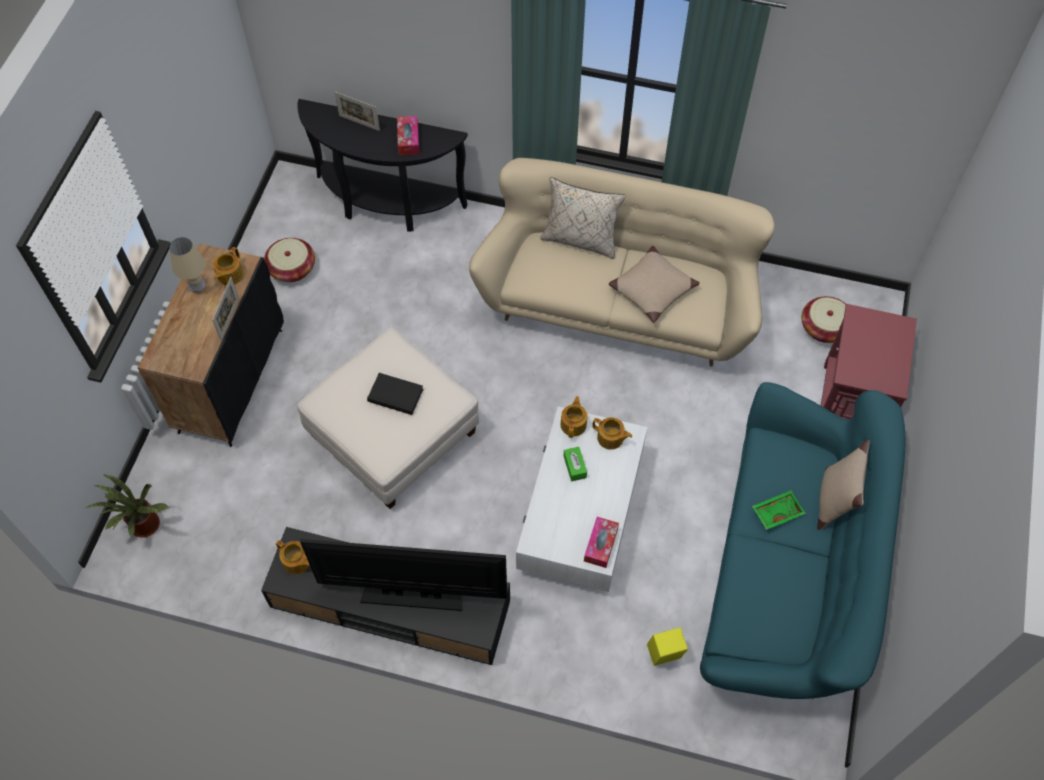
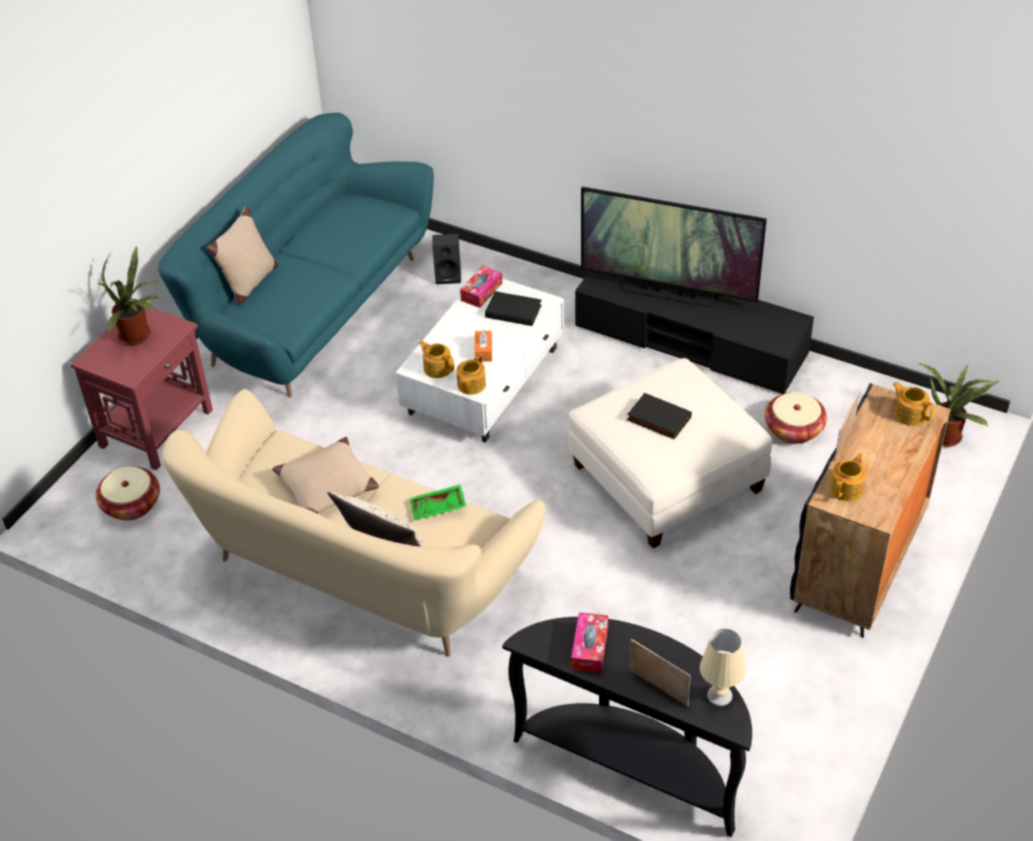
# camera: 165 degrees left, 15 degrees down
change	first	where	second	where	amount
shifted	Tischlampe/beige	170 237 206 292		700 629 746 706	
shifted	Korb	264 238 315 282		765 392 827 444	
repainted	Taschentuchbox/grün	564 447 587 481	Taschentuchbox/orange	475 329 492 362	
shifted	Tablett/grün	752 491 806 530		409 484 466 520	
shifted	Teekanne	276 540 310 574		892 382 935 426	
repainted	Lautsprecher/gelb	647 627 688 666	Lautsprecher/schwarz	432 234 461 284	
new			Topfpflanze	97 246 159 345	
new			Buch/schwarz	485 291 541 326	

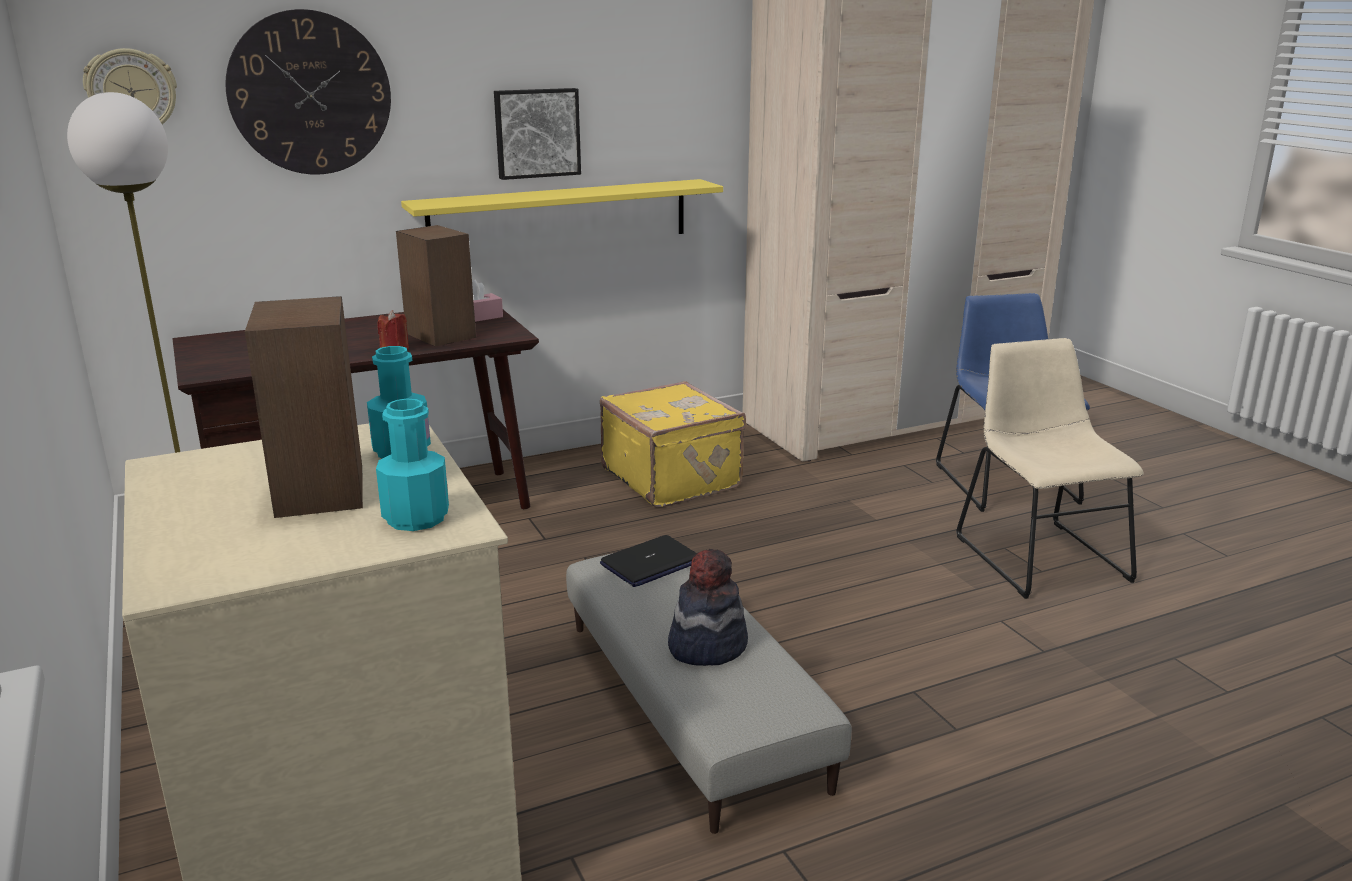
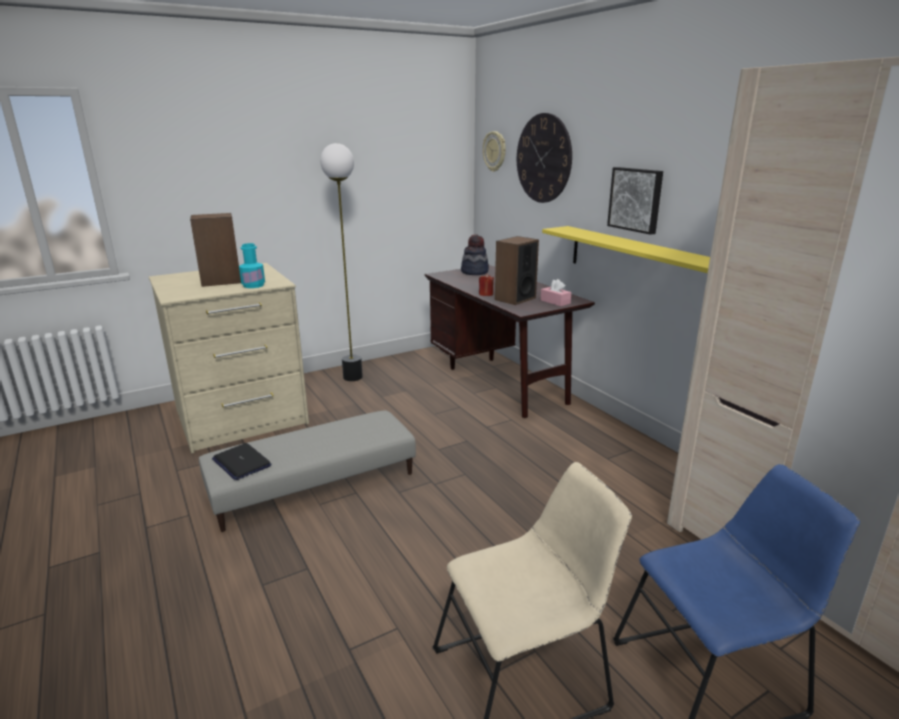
# camera: 85 degrees right, 0 degrees up
change	first	where	second	where	amount
gone	Koffer/gelb	600 381 746 507			
gone	Flasche/türkis	376 399 449 531			
shifted	Laptop	600 535 697 587		212 443 271 480	
shifted	Hut	668 549 748 666		461 234 489 275	

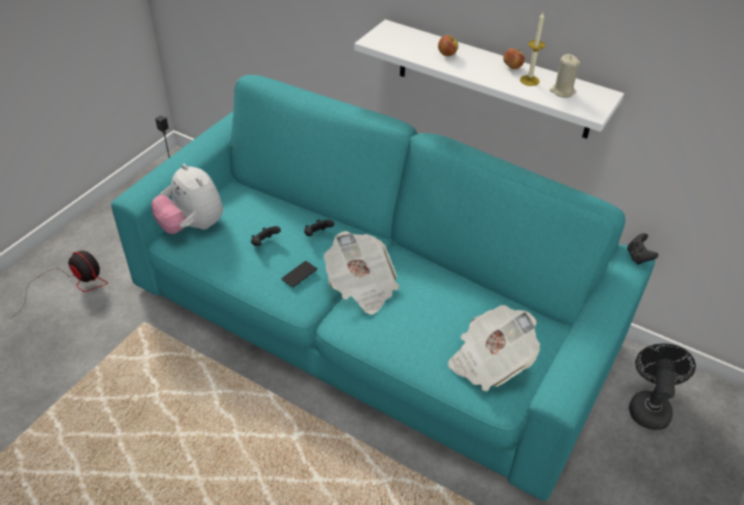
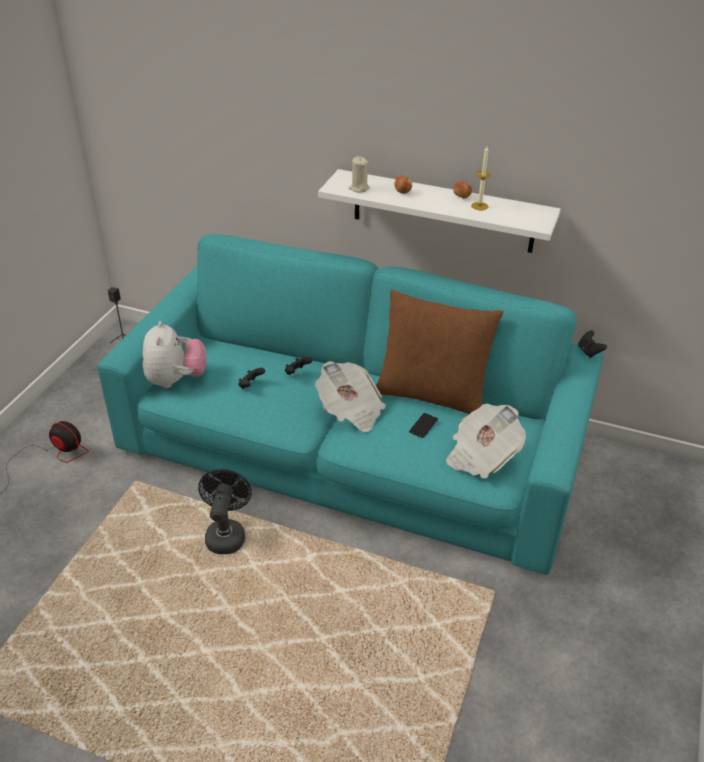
# camera: 10 degrees left, 5 degrees down
change	first	where	second	where	amount
shifted	Kerze/beige	549 54 580 98		348 156 370 193	
rotated	Plüschtier	152 164 223 234		143 321 206 388	135 degrees counterclockwise
shifted	Handy	282 261 317 287		409 413 438 438	
shifted	Ventilator/schwarz	629 344 696 430		198 469 252 554	
new			Kissen/braun	376 290 503 414	

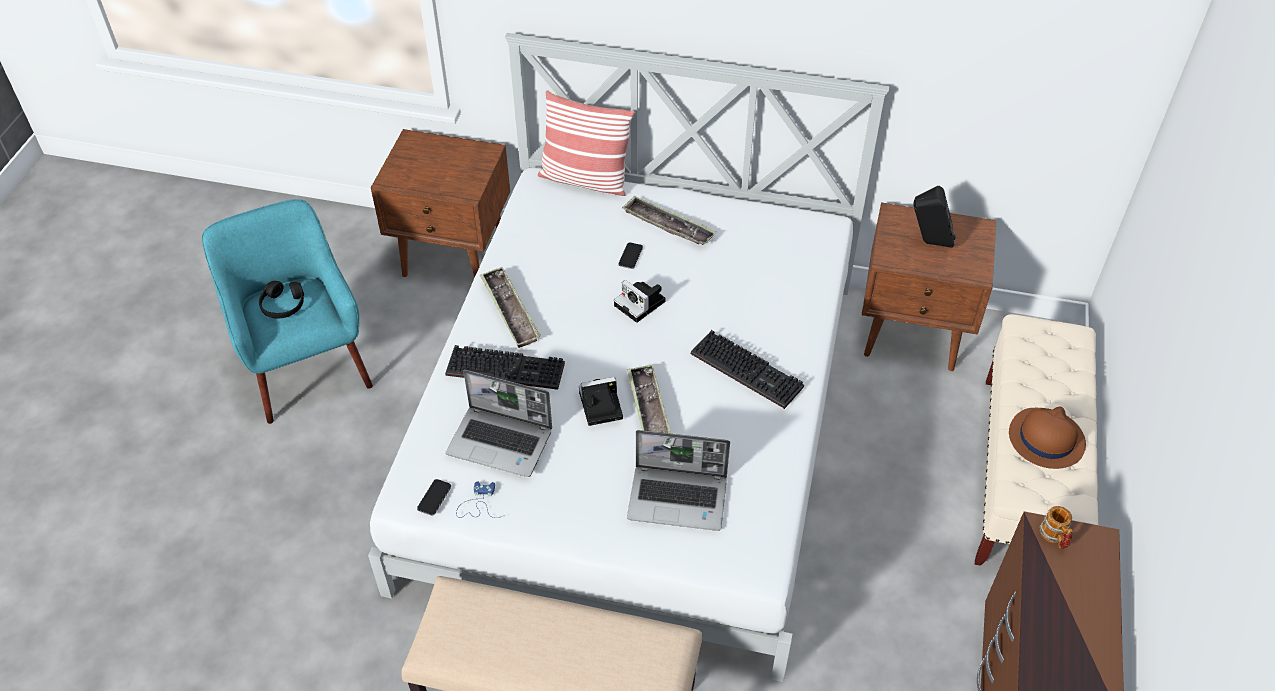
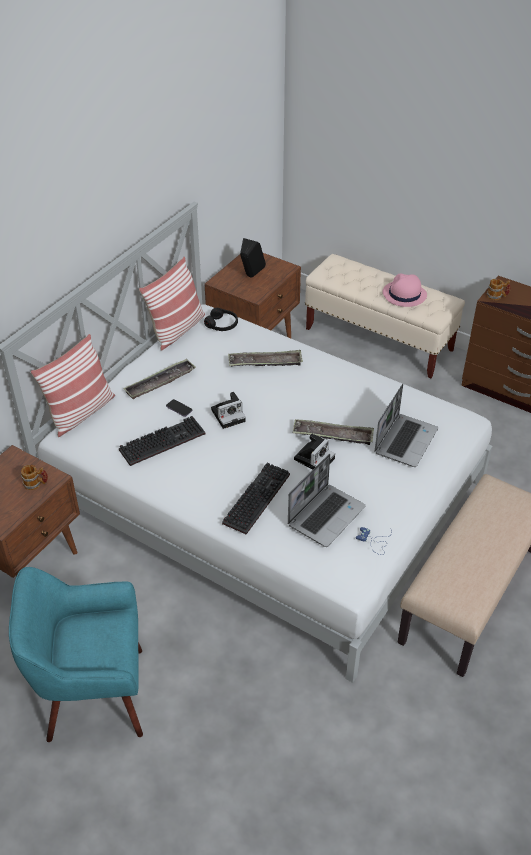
# camera: 70 degrees left, 5 degrees down
change	first	where	second	where	amount
shifted	Tablett	480 267 541 348		228 350 303 366	
shifted	Kopfhörer/schwarz	259 281 304 318		204 308 238 331	
shifted	Tastatur	691 330 804 409		119 416 205 466	
rotated	Kamera	579 377 623 426		294 434 335 469	150 degrees counterclockwise
repainted	Hut/braun	1009 406 1086 469	Hut/rosa	382 274 427 307	
gone	Handy	417 479 451 516			
new			Kissen	139 257 205 351	
new			Henkelbecher	21 465 48 490	

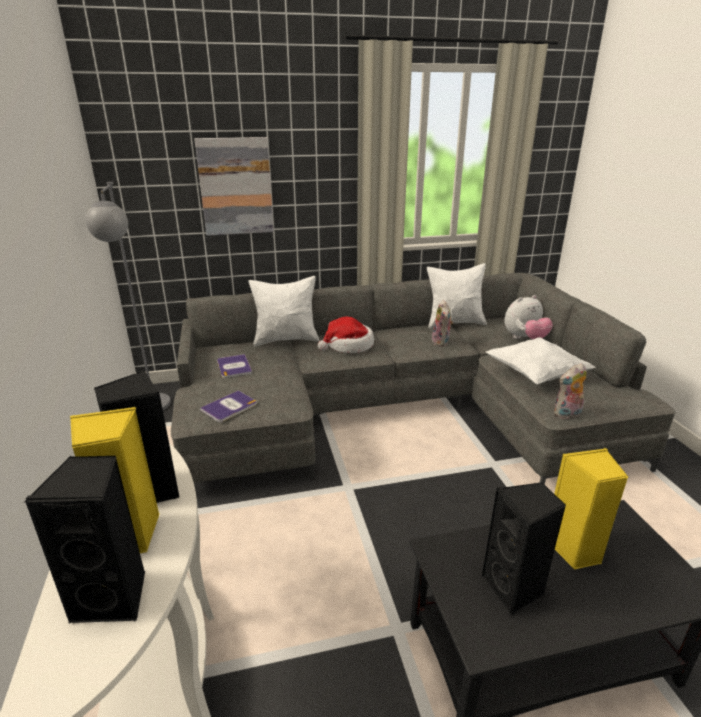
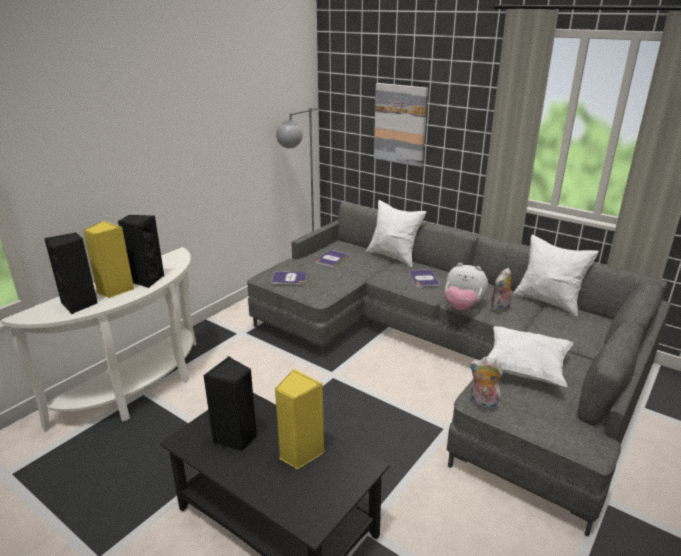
# camera: 50 degrees right, 0 degrees up
change	first	where	second	where	amount
shifted	Plüschtier	504 295 553 340		445 263 488 310	
swapped	Hut	317 317 374 353	Buch	409 269 440 287	

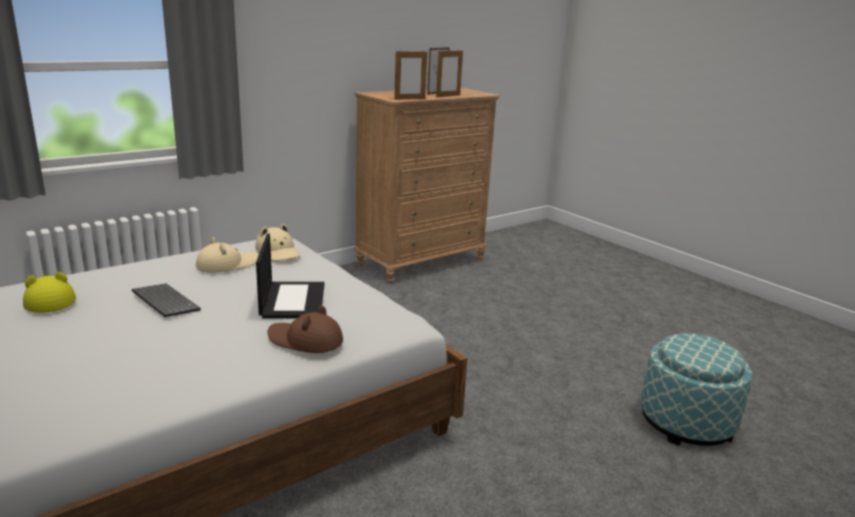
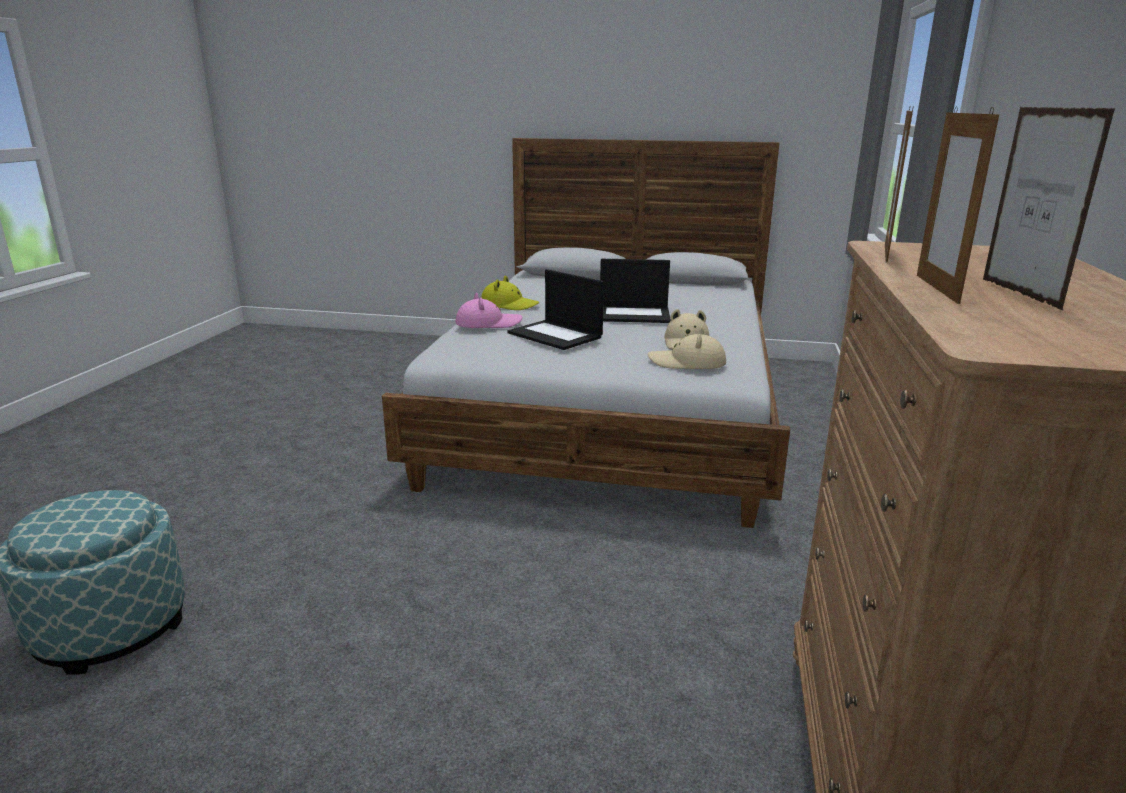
# camera: 140 degrees right, 0 degrees up
change	first	where	second	where	amount
shifted	Hut/gelb	23 272 76 313		481 276 539 310	
swapped	Tastatur	132 284 201 317	Laptop	600 259 671 323	
repainted	Hut/braun	267 305 343 353	Hut/rosa	455 293 523 328	

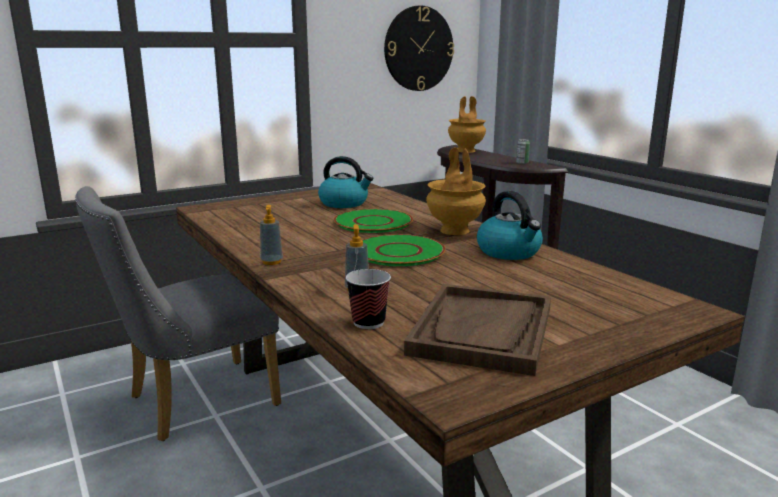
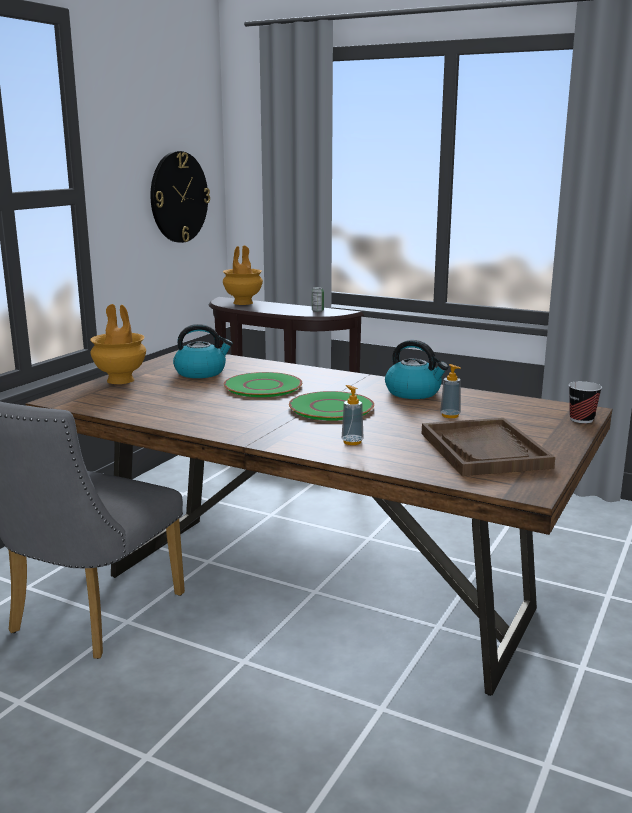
# camera: 30 degrees left, 0 degrees up
change	first	where	second	where	amount
shifted	Vase/braun	426 147 486 235		90 304 146 384	
shifted	Seifenspender	260 205 283 265		440 364 461 418	
shifted	Tasse	346 269 391 329		569 381 602 423	

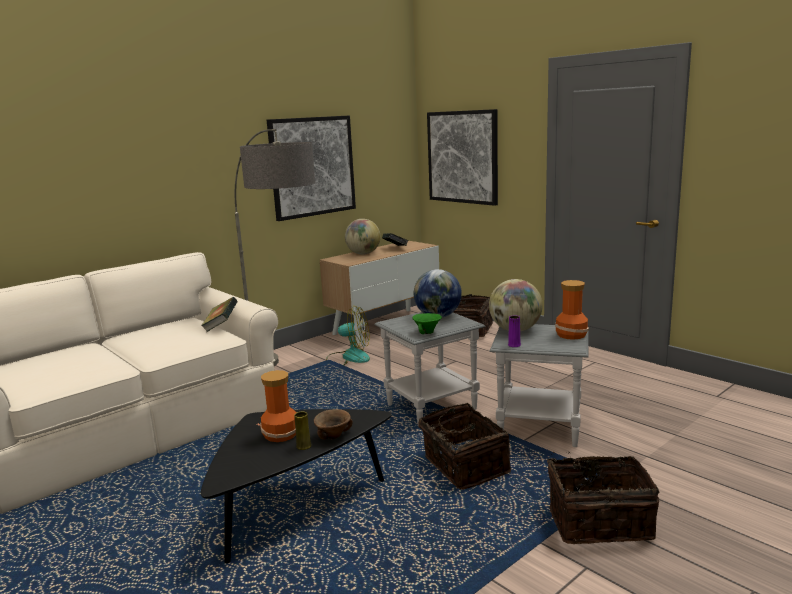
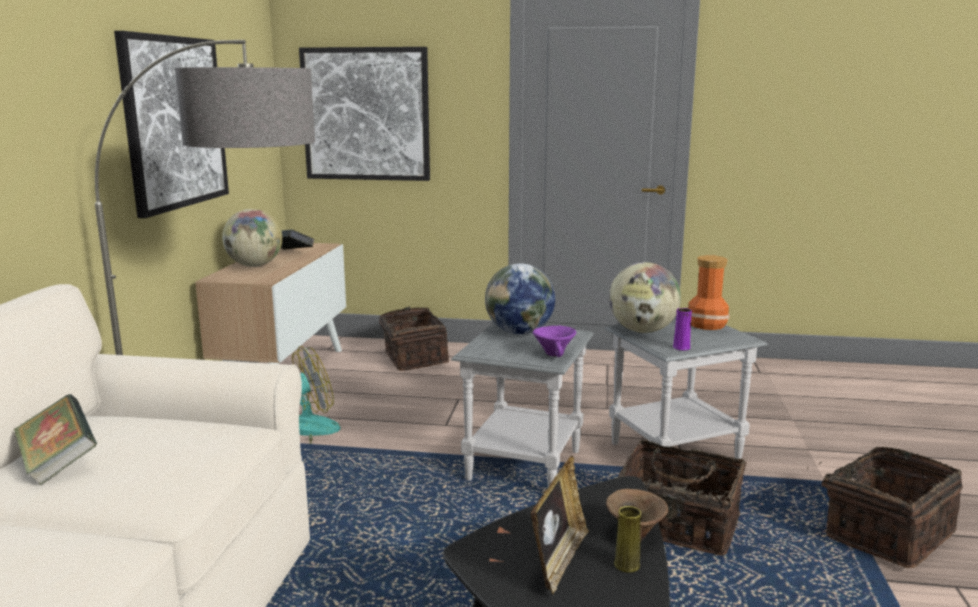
# camera: 40 degrees left, 0 degrees up
change	first	where	second	where	amount
shifted	Buch	201 297 238 332		14 394 97 485	
repainted	Schüssel/grün	412 313 442 335	Schüssel/lila	533 326 576 357	
swapped	Vase	260 370 297 442	Bilderrahmen	531 455 589 595	

